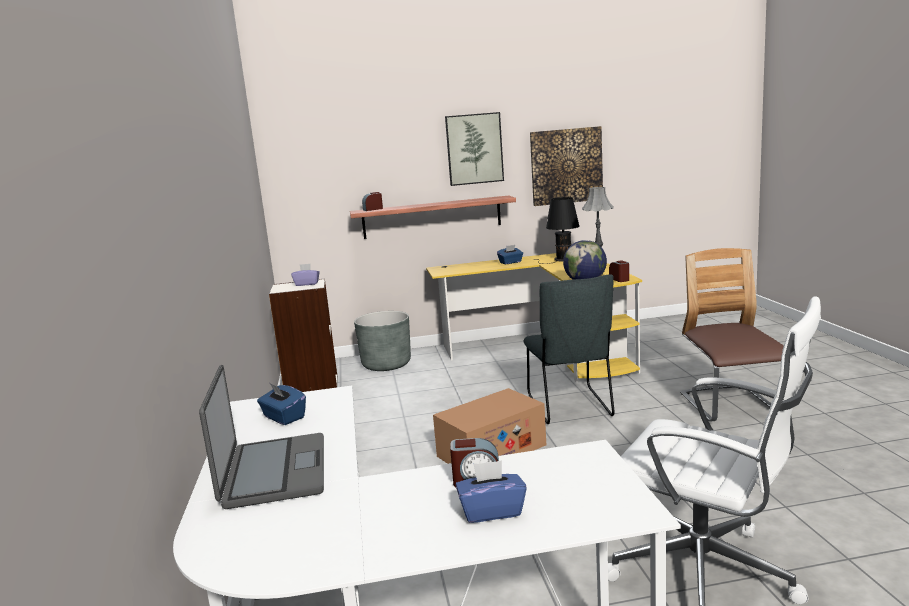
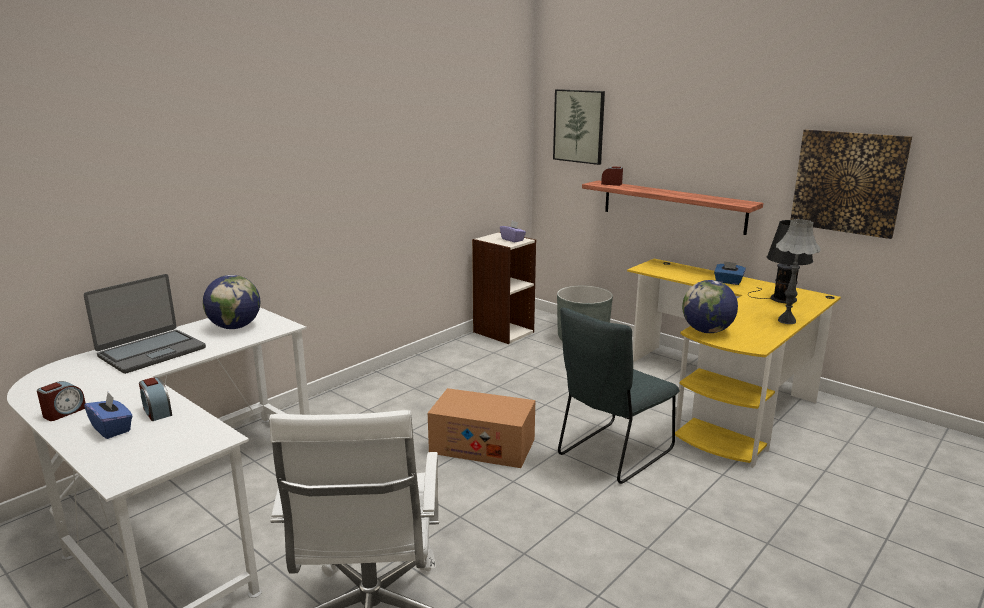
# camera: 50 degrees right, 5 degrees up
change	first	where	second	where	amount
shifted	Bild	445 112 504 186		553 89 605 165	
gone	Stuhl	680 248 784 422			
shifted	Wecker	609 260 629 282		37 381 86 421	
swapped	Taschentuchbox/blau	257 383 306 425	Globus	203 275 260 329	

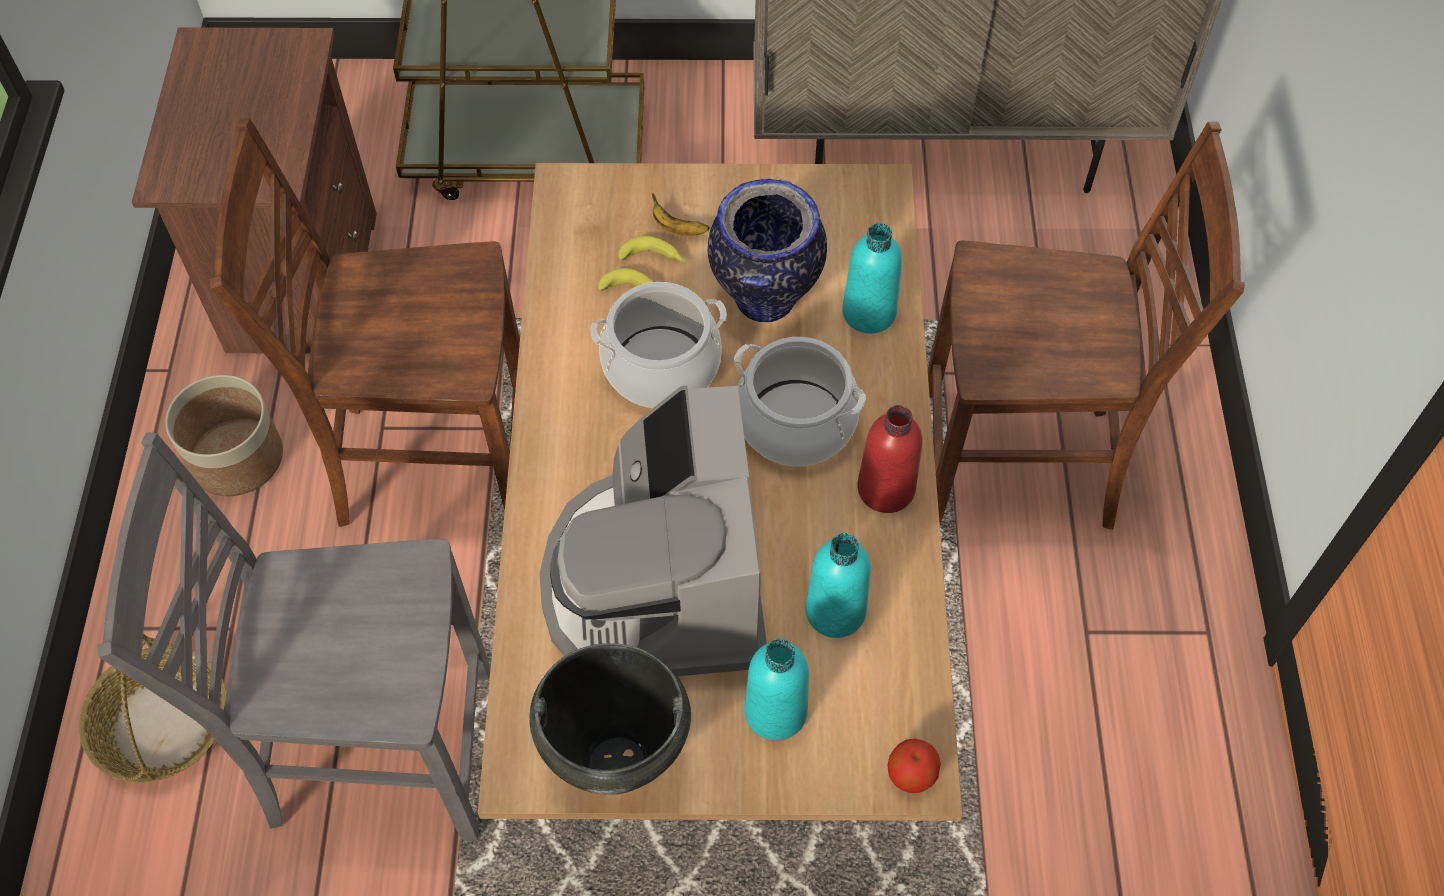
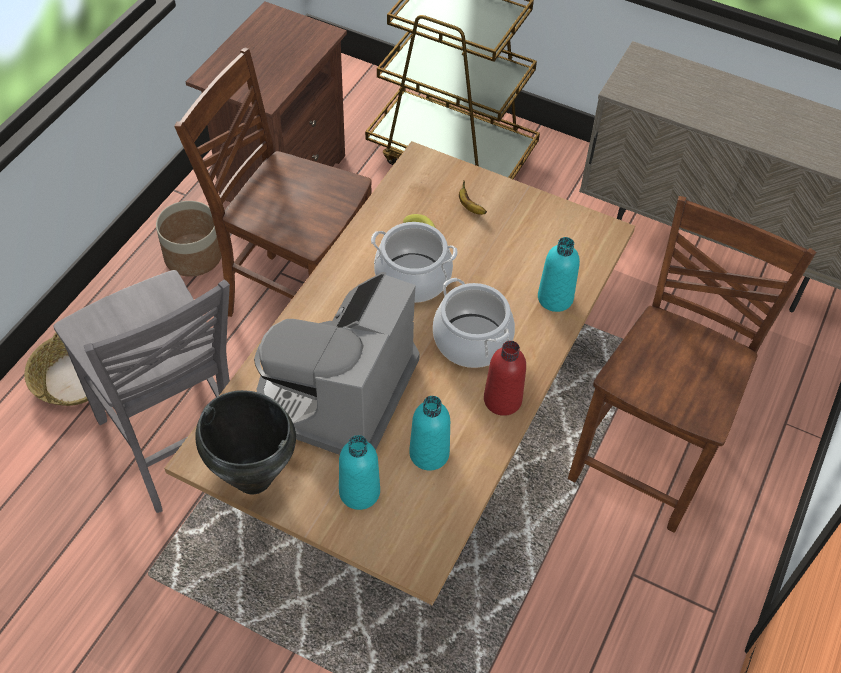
# camera: 25 degrees right, 5 degrees down
change	first	where	second	where	amount
rotated	Stuhl/braun	928 121 1245 530		568 196 816 533	90 degrees counterclockwise
gone	Vase	708 179 827 322			
gone	Banane	618 236 687 264			
rotated	Stuhl/grau	98 432 490 841		53 270 230 513	150 degrees counterclockwise
gone	Apfel	887 739 941 793			

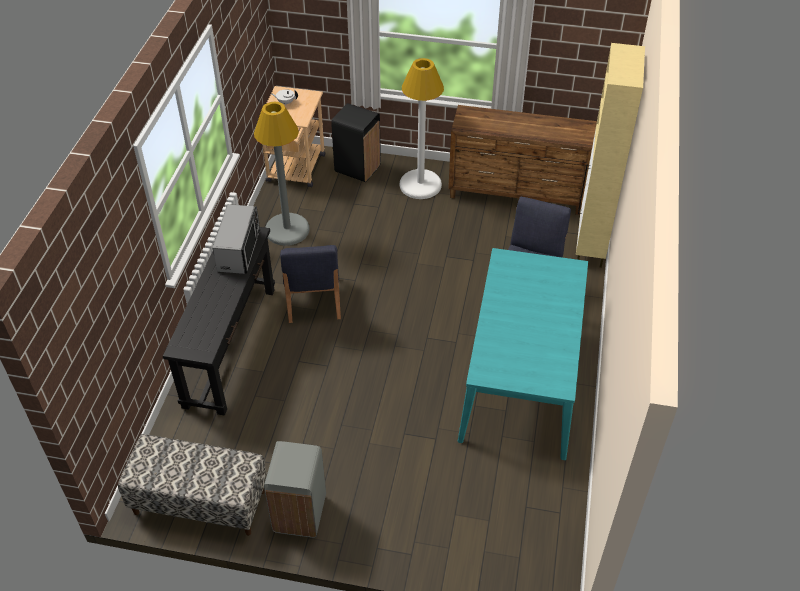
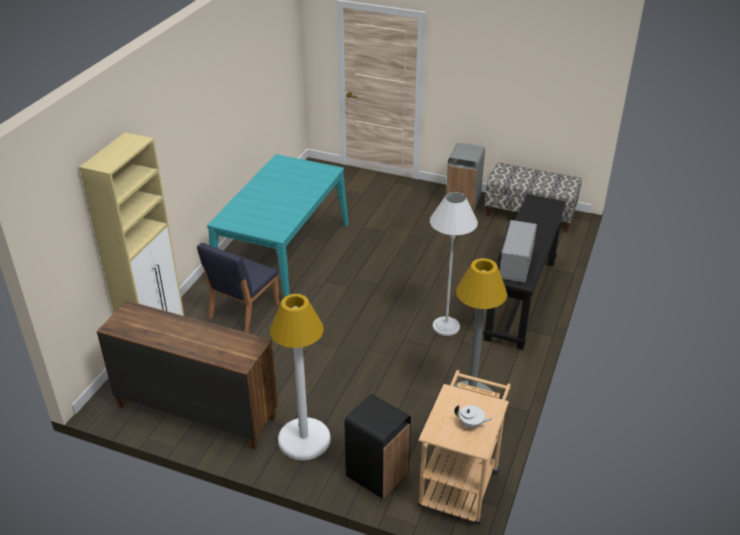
# camera: 170 degrees left, 10 degrees down
change	first	where	second	where	amount
swapped	Stuhl/blau	280 245 341 323	Stehlampe/weiß	430 192 478 336	

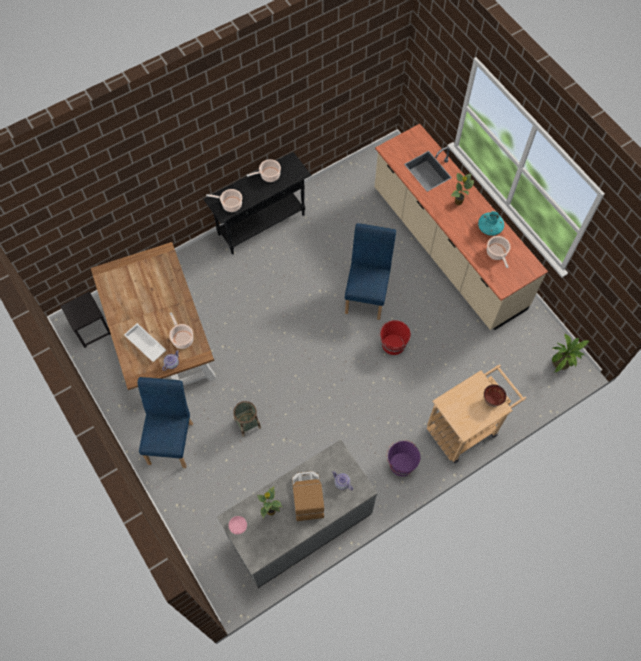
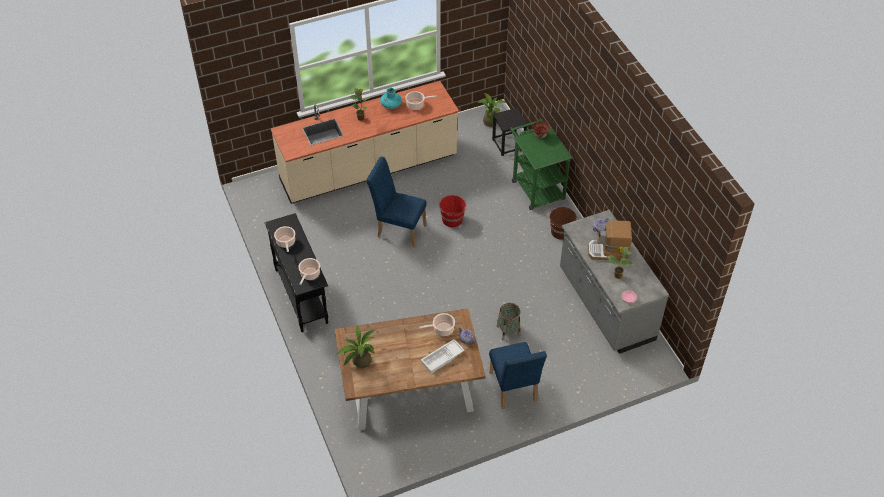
# camera: 80 degrees left, 15 degrees down
change	first	where	second	where	amount
shifted	Hocker/schwarz	60 291 111 348		492 108 527 156	
repainted	Rollwagen/beige	427 364 526 463	Rollwagen/grün	510 118 572 210	
rotated	Stuhl/blau	137 377 193 468		489 342 547 409	120 degrees counterclockwise
repainted	Eimer/lila	386 440 420 477	Eimer/braun	548 207 577 240	
new			Topfpflanze	336 326 376 368	

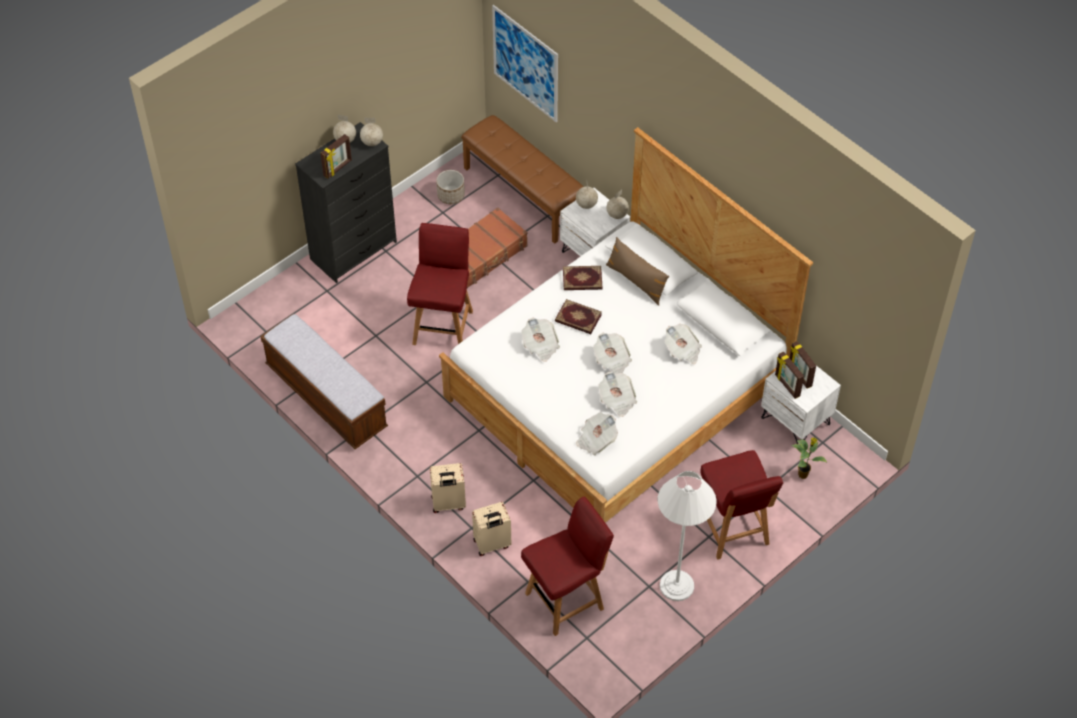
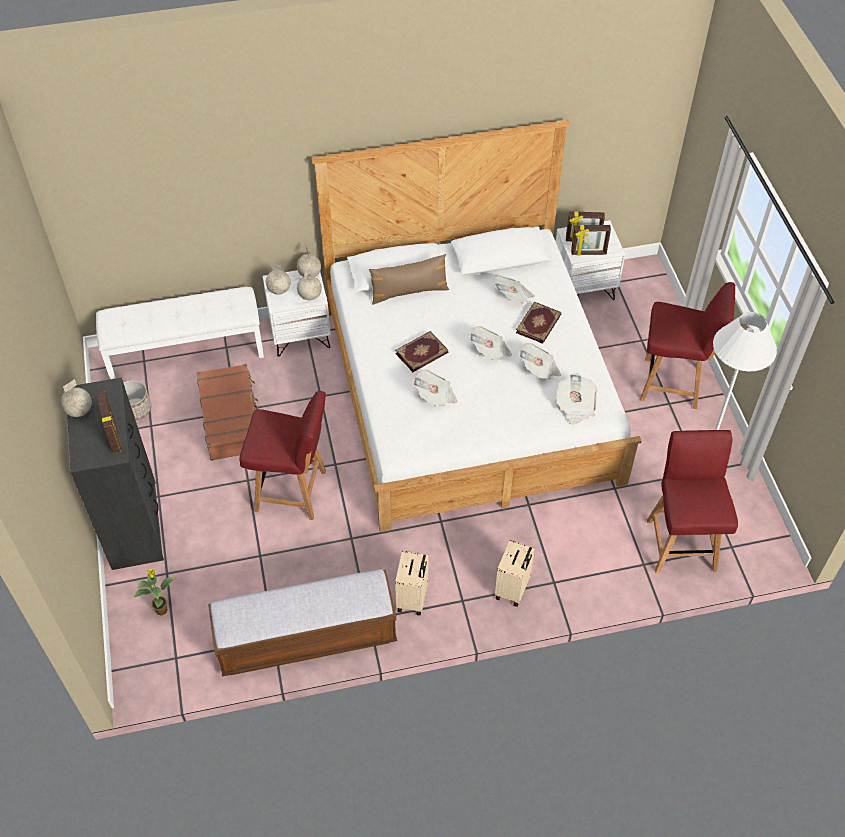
# camera: 60 degrees left, 0 degrees up
change	first	where	second	where	amount
gone	Bild	492 5 558 122			
repainted	Bank/braun	461 115 584 244	Bank/weiß	96 287 264 379	
shifted	Globus	360 118 383 146		297 267 322 300	
rotated	Stuhl/rot	407 223 473 345		239 391 326 520	150 degrees clockwise
shifted	Buch	563 266 602 290		516 301 561 344	
shifted	Topfpflanze	791 437 827 479		133 568 177 616	
shifted	Koffer/beige	472 502 511 556		395 550 428 616	

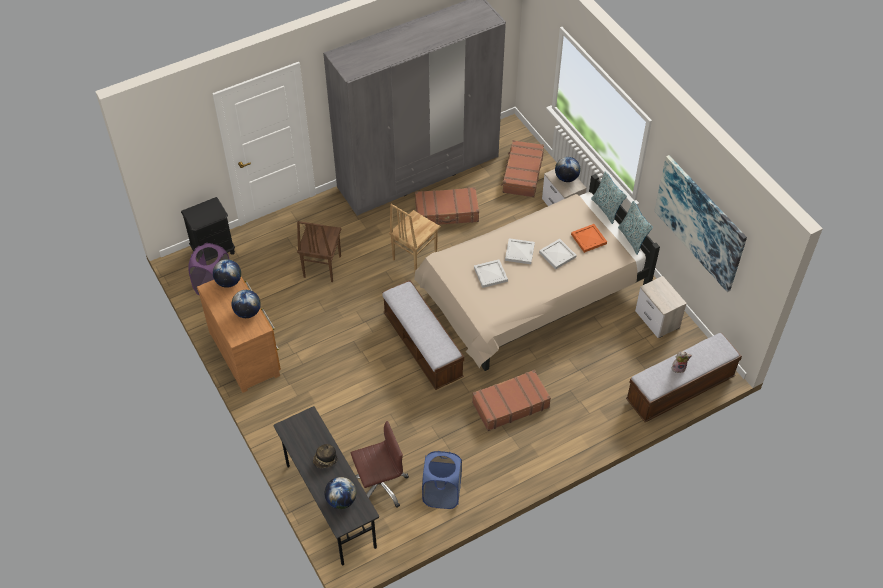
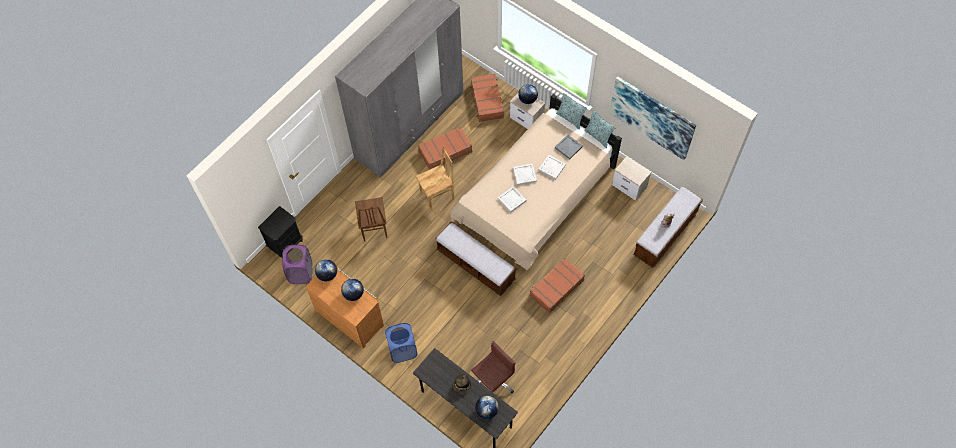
# camera: 20 degrees left, 10 degrees up
change	first	where	second	where	amount
rotated	Stuhl/braun	389 204 440 272		415 147 455 210	135 degrees counterclockwise
repainted	Tablett/orange	571 224 607 253	Tablett/grau	555 134 583 159	
shifted	Wäschekorb/blau	422 451 462 509		385 323 418 363	

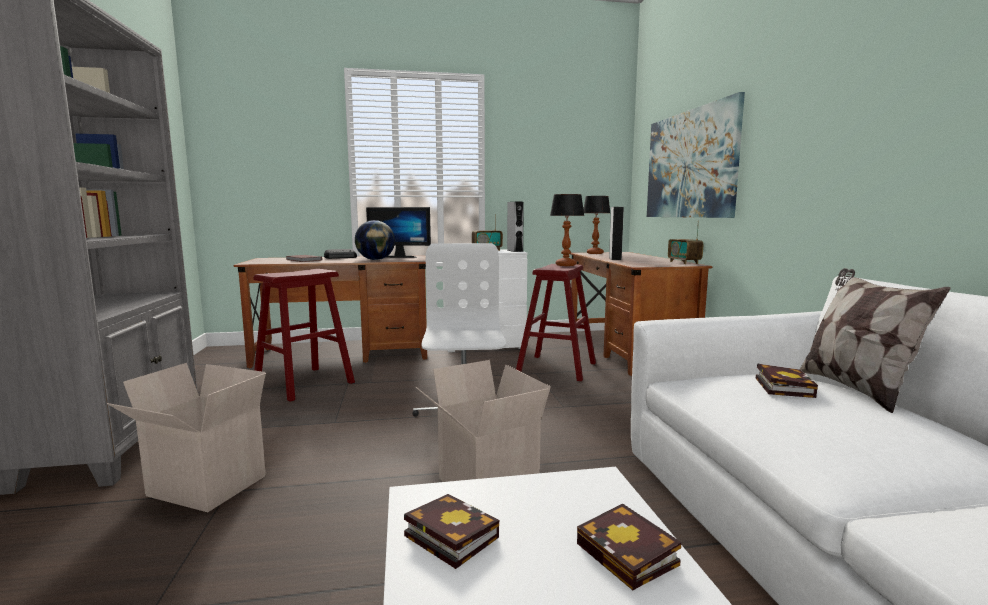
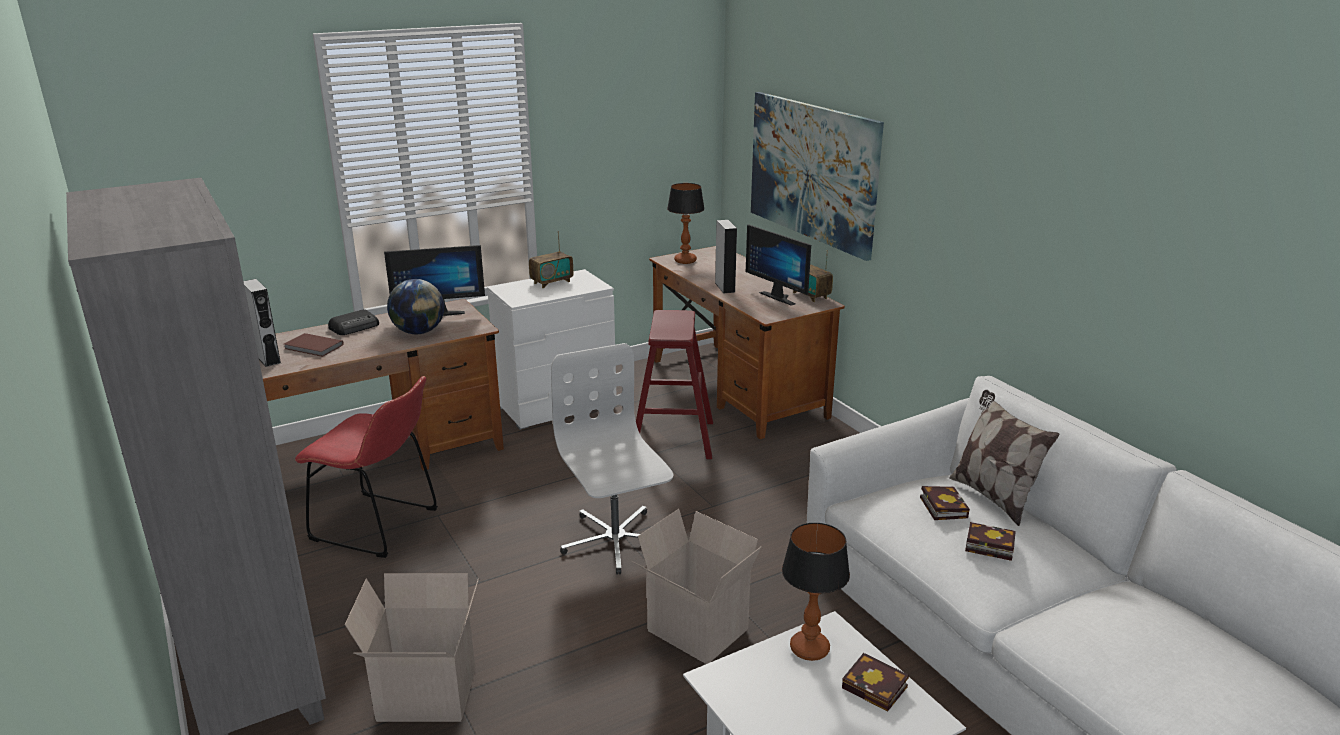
# camera: 20 degrees left, 15 degrees up
change	first	where	second	where	amount
shifted	Tischlampe	550 194 584 266		782 523 850 661	
shifted	Lautsprecher/grau	507 202 524 252		243 279 281 367	
swapped	Hocker/rot	253 269 355 402	Stuhl/rot	295 376 438 558	
shifted	Buch	404 494 499 569		965 522 1016 561	
new			Monitor	746 224 811 306	

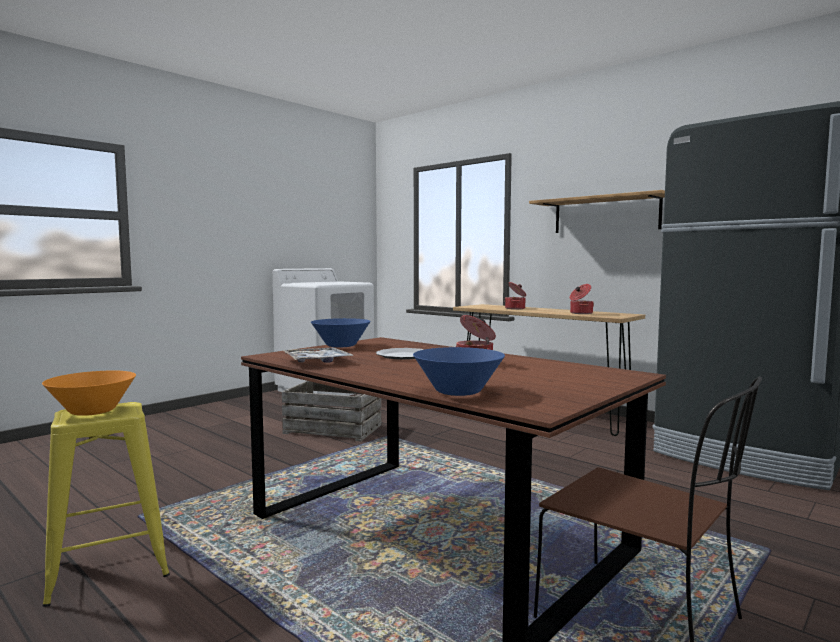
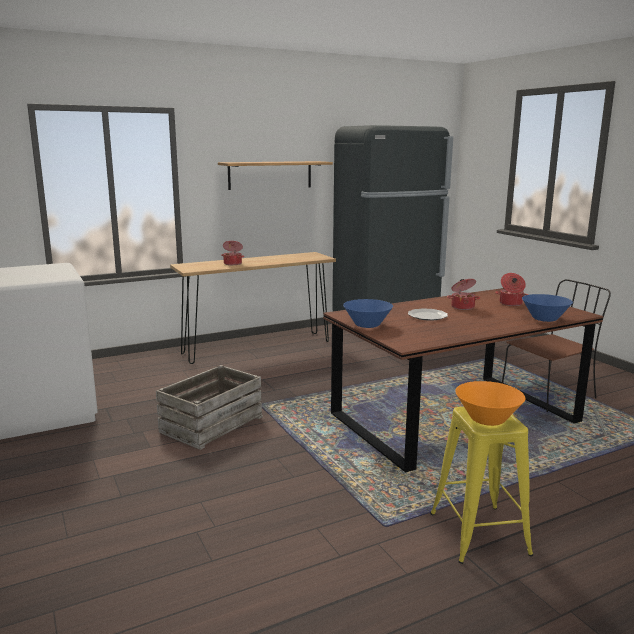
# camera: 70 degrees left, 10 degrees up
change	first	where	second	where	amount
shifted	Kochtopf	570 284 594 314		495 273 528 306	
gone	Tablett	282 347 354 363			

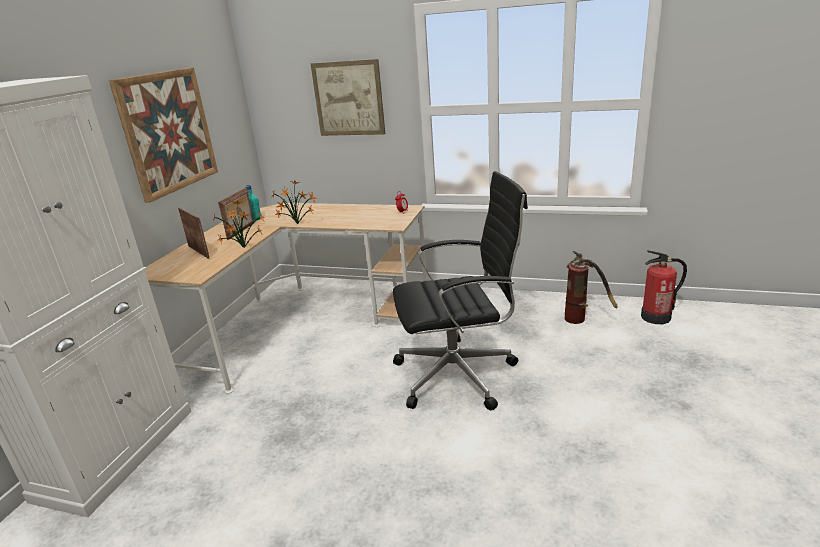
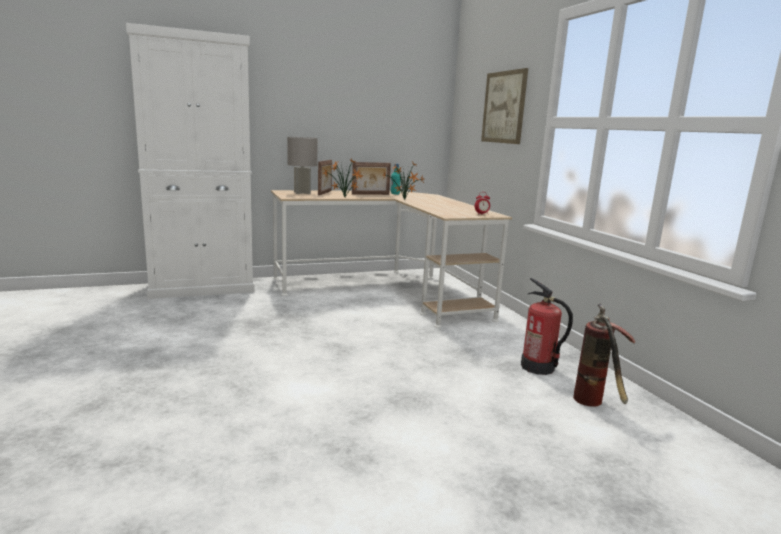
# camera: 50 degrees right, 10 degrees down
change	first	where	second	where	amount
gone	Bild	109 67 218 203			
gone	Bürostuhl/schwarz	393 171 528 410			
shifted	Feuerlöscher	641 251 687 324		521 278 573 375	
new			Tischlampe/grau	287 137 318 194	

